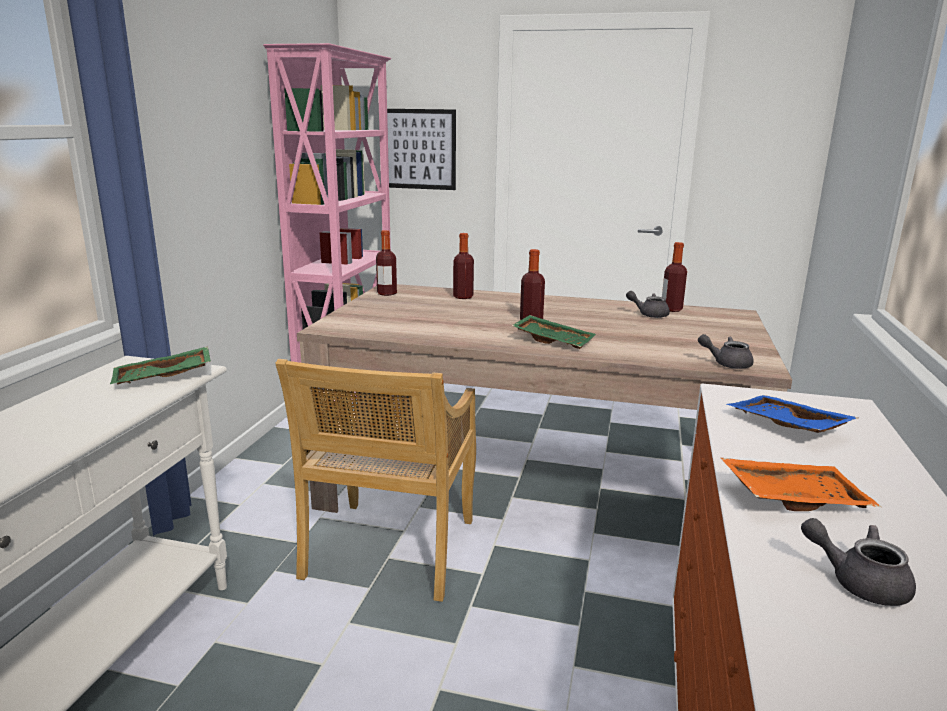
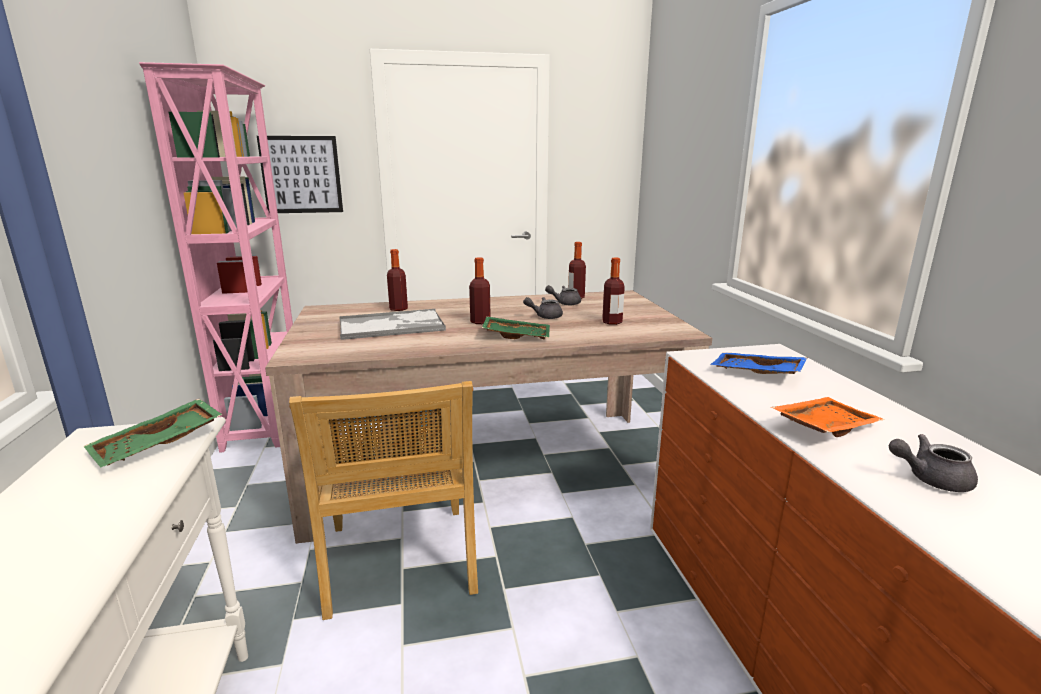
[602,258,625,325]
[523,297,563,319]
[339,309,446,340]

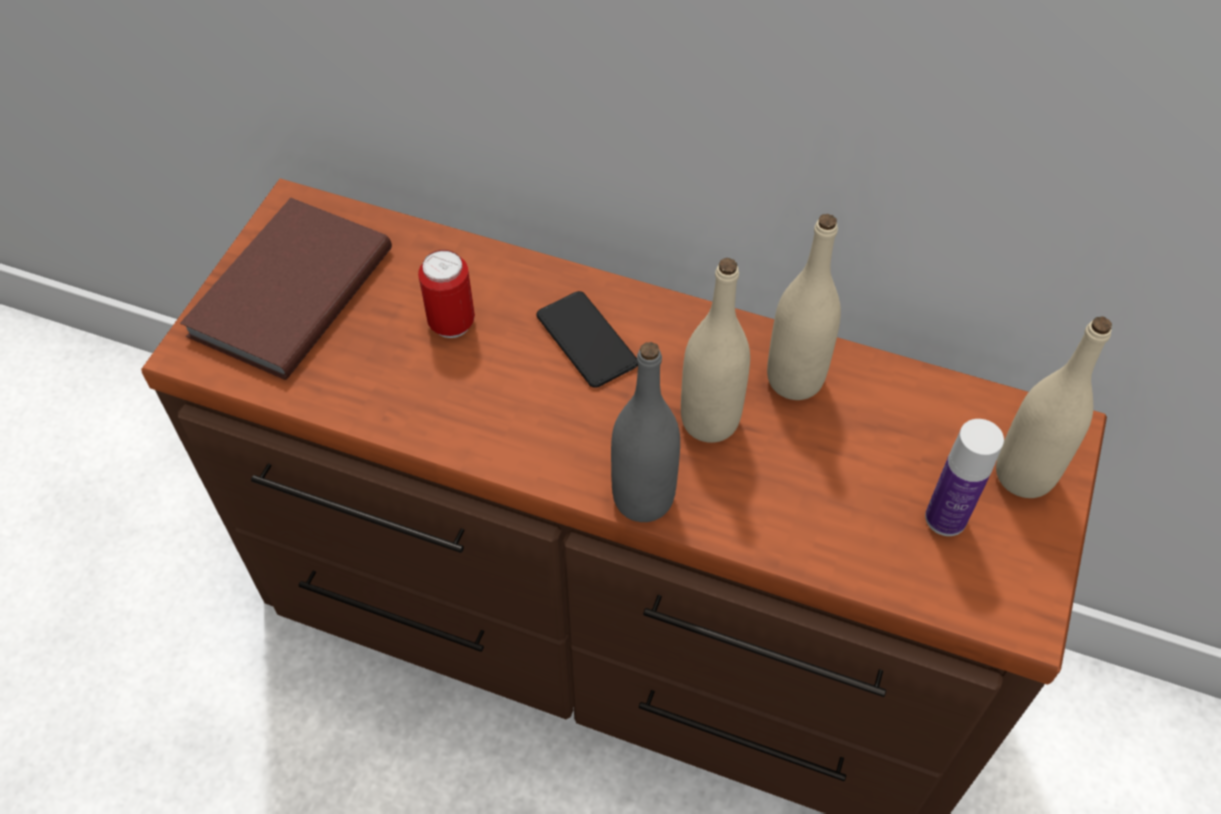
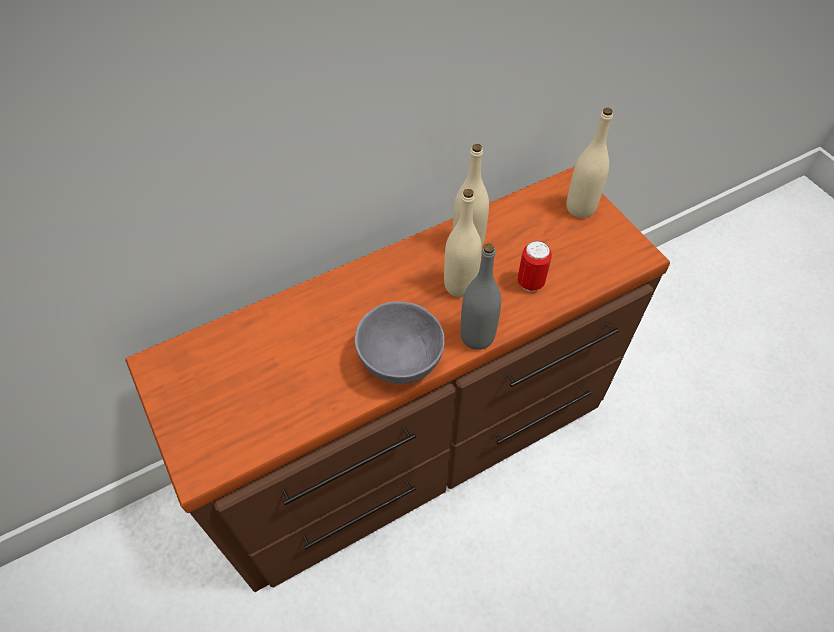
[180,198,392,380] (first image)
[518,241,552,292]
[536,291,638,388] (first image)
[925,419,1004,536] (first image)
[355,301,445,384]

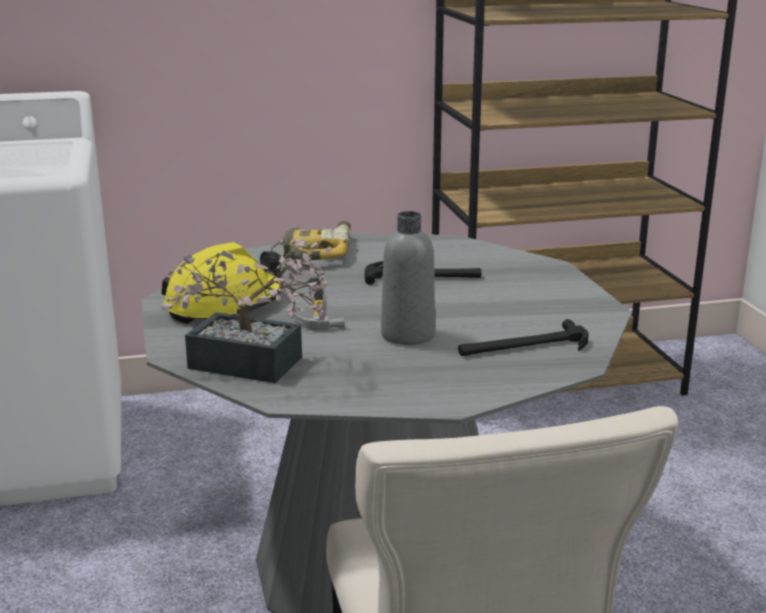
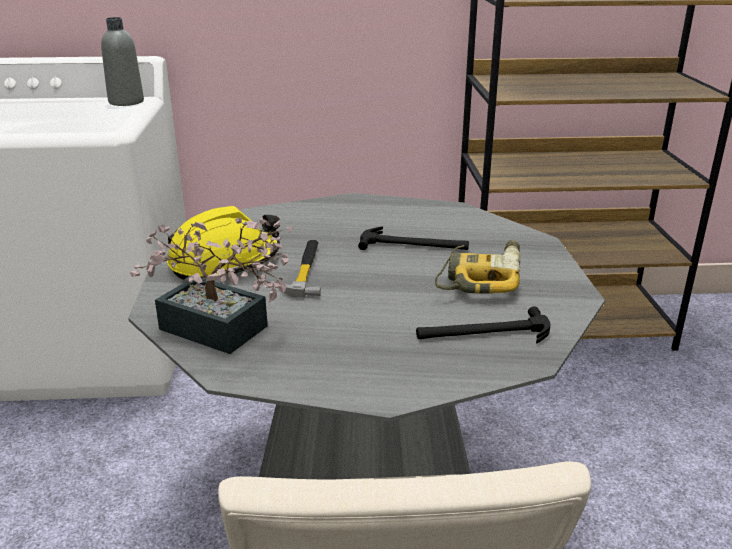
[101,17,144,106]
[435,240,520,294]

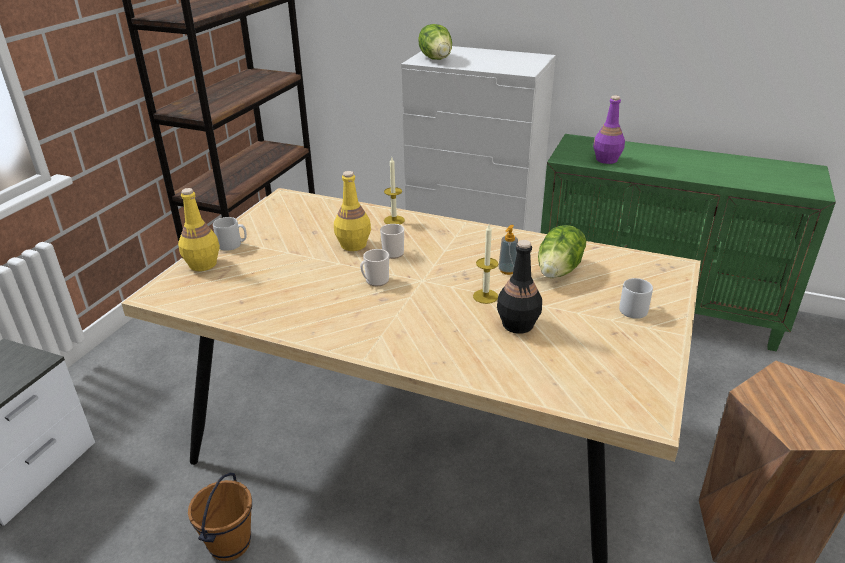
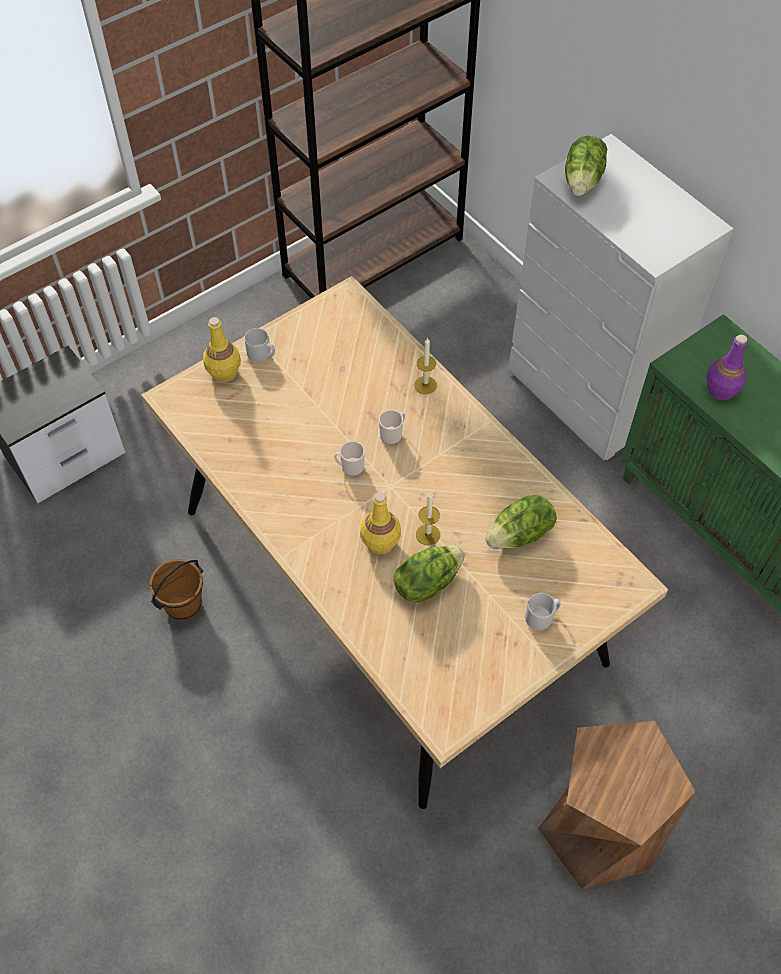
[360,492,401,554]
[498,225,518,275] (first image)
[393,545,465,602]

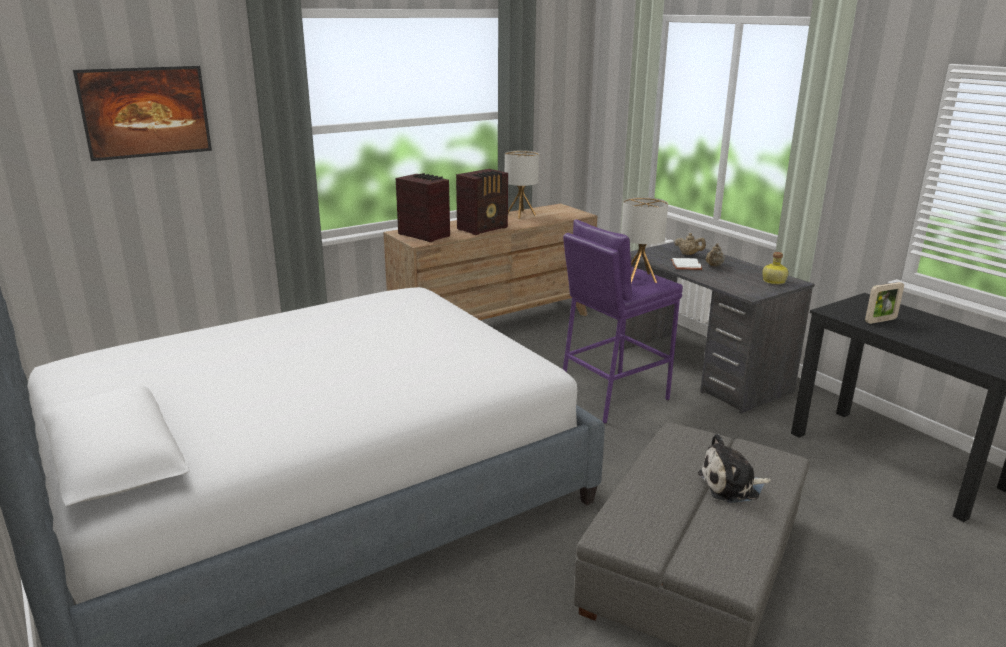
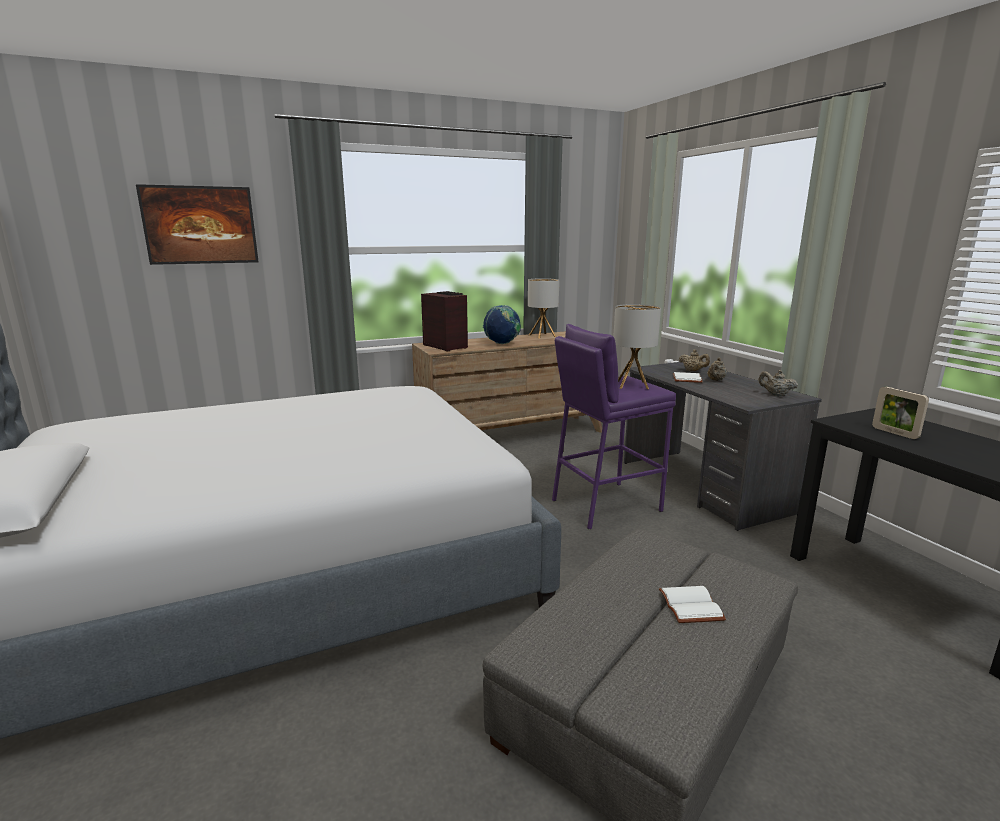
[483,305,521,344]
[758,370,798,396]
[872,387,929,439]
[659,586,726,623]

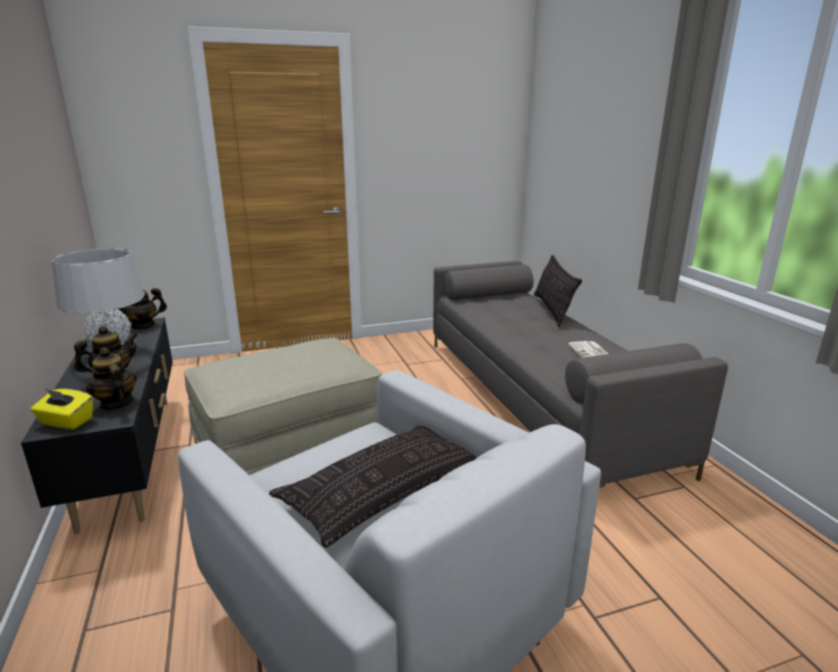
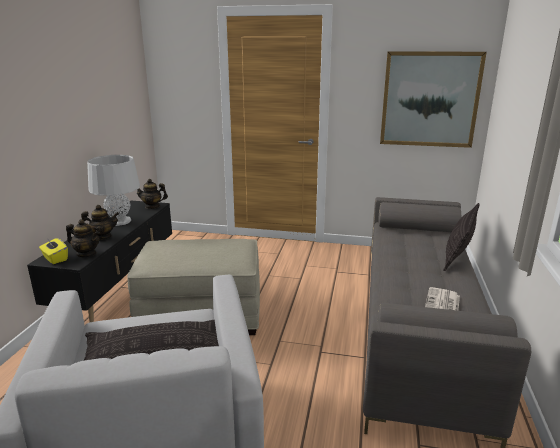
[66,219,100,257]
[380,51,487,148]

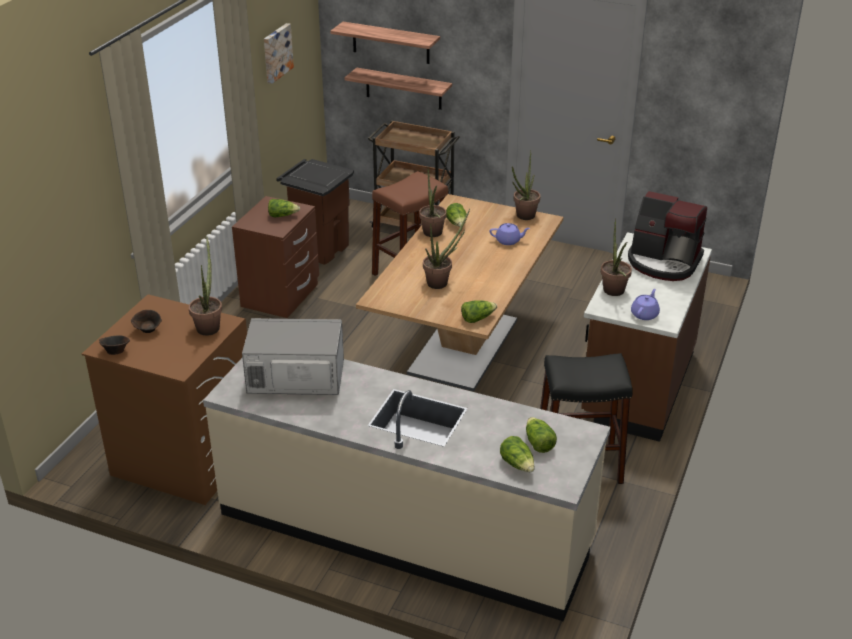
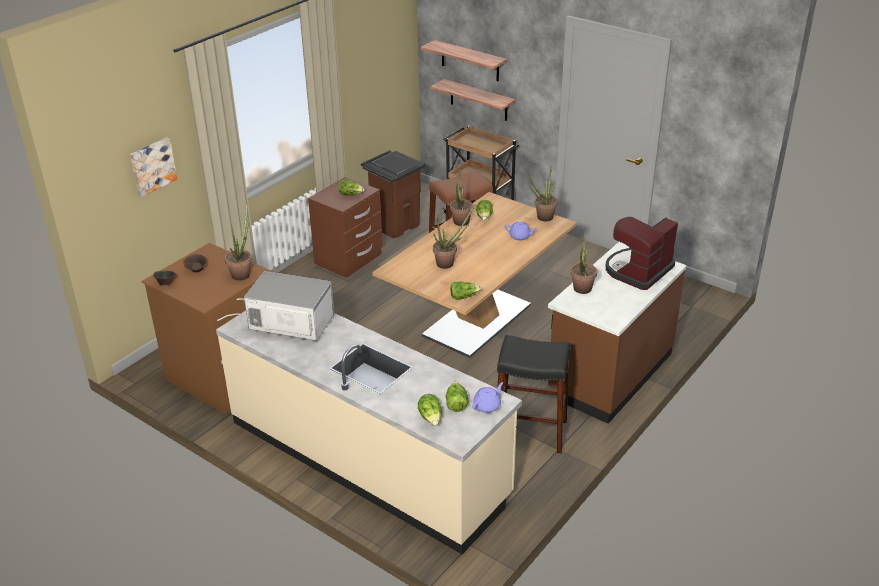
[130,137,177,197]
[606,217,678,290]
[473,382,503,413]

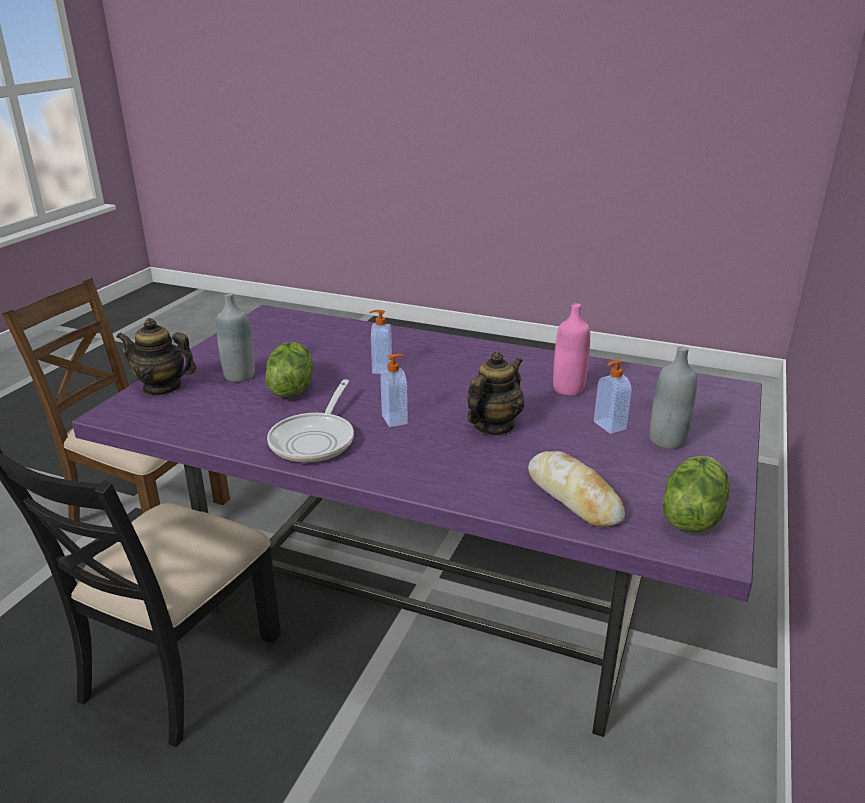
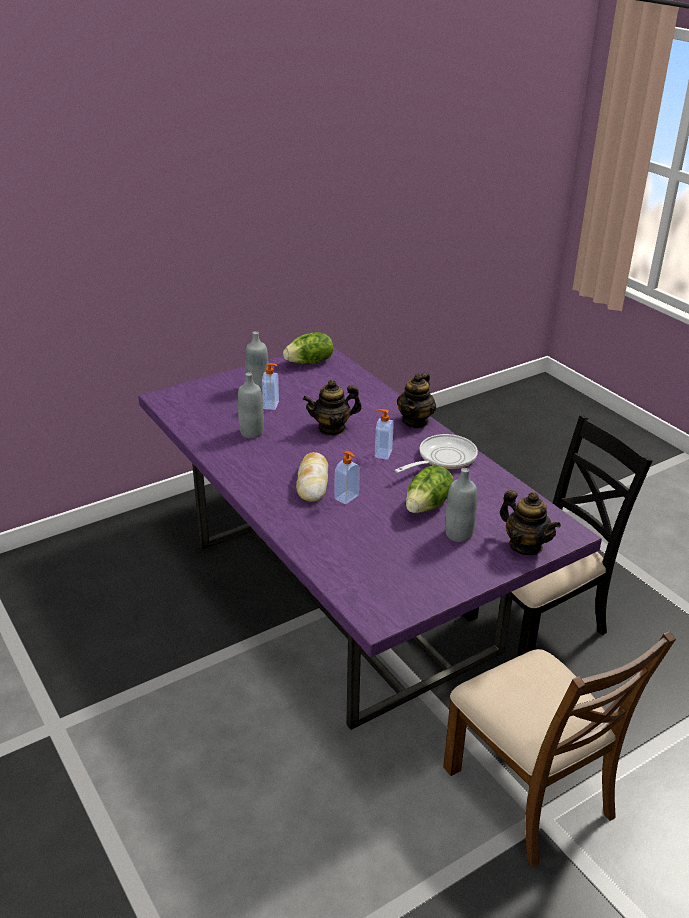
[238,372,264,439]
[296,452,328,502]
[397,373,436,428]

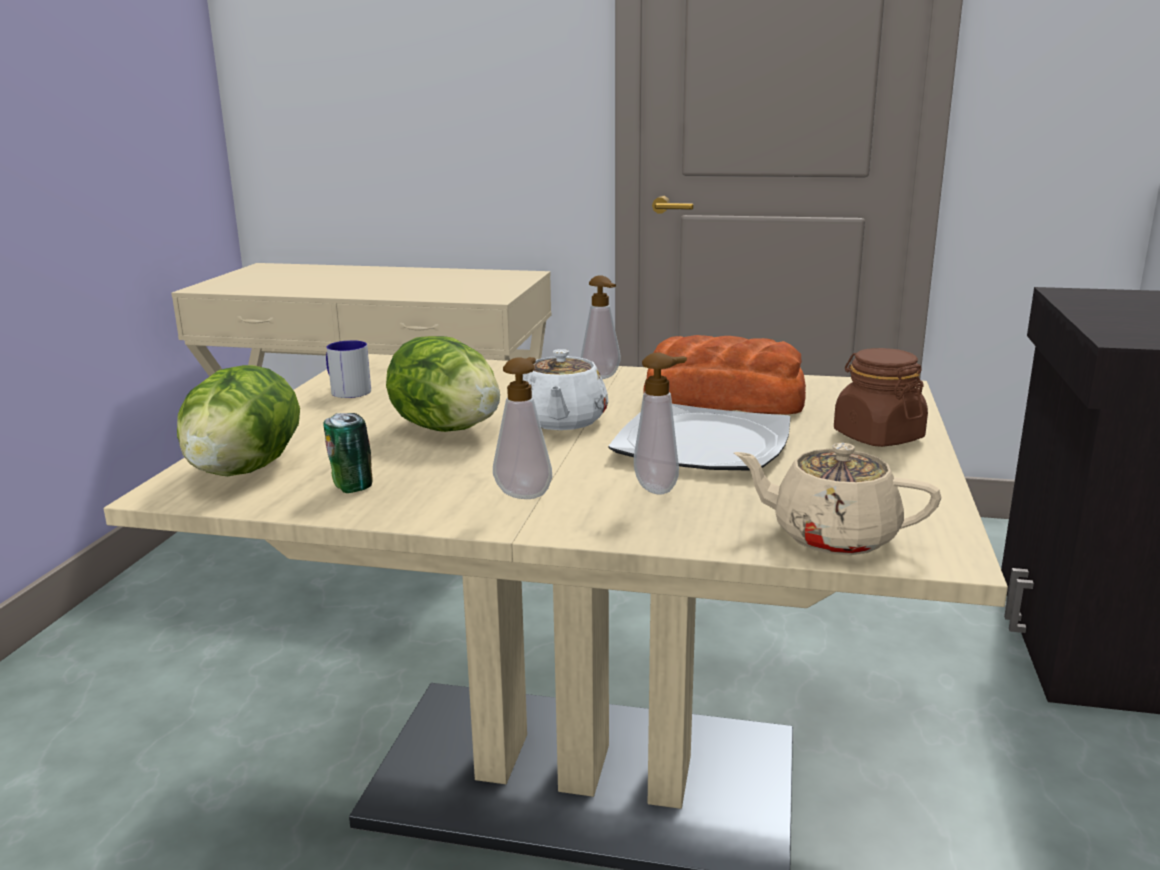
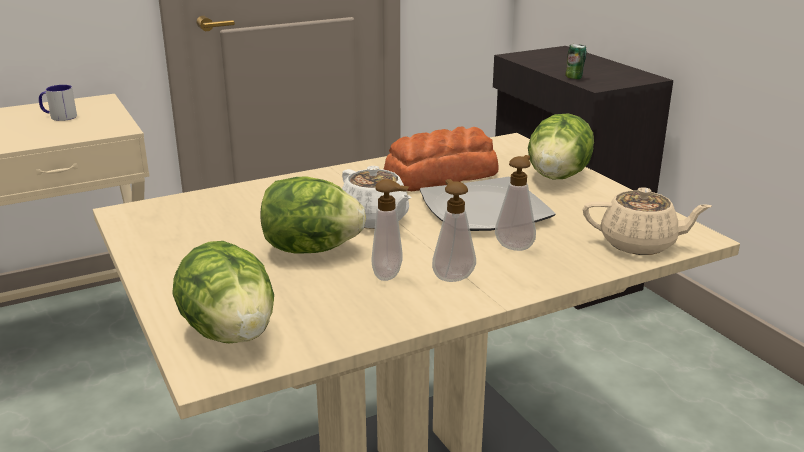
[372,179,409,281]
[39,85,77,121]
[528,114,594,179]
[565,44,587,79]
[583,187,712,255]

